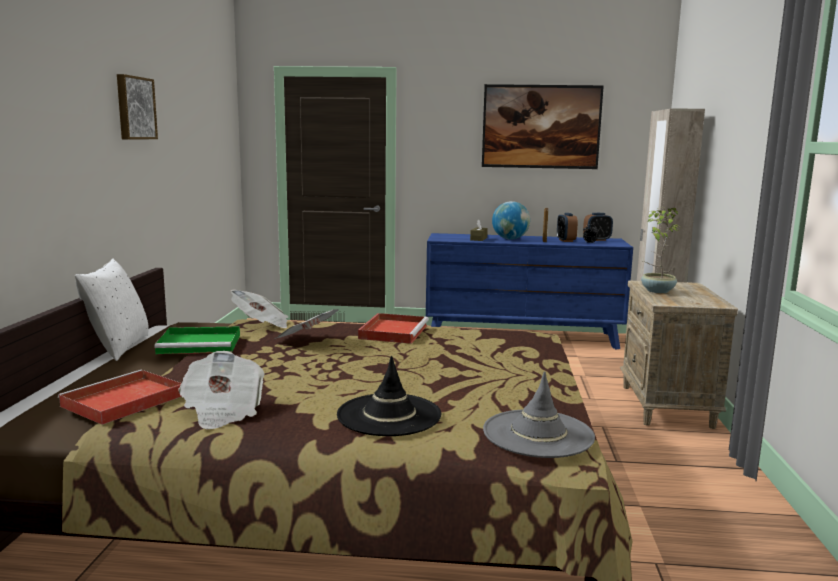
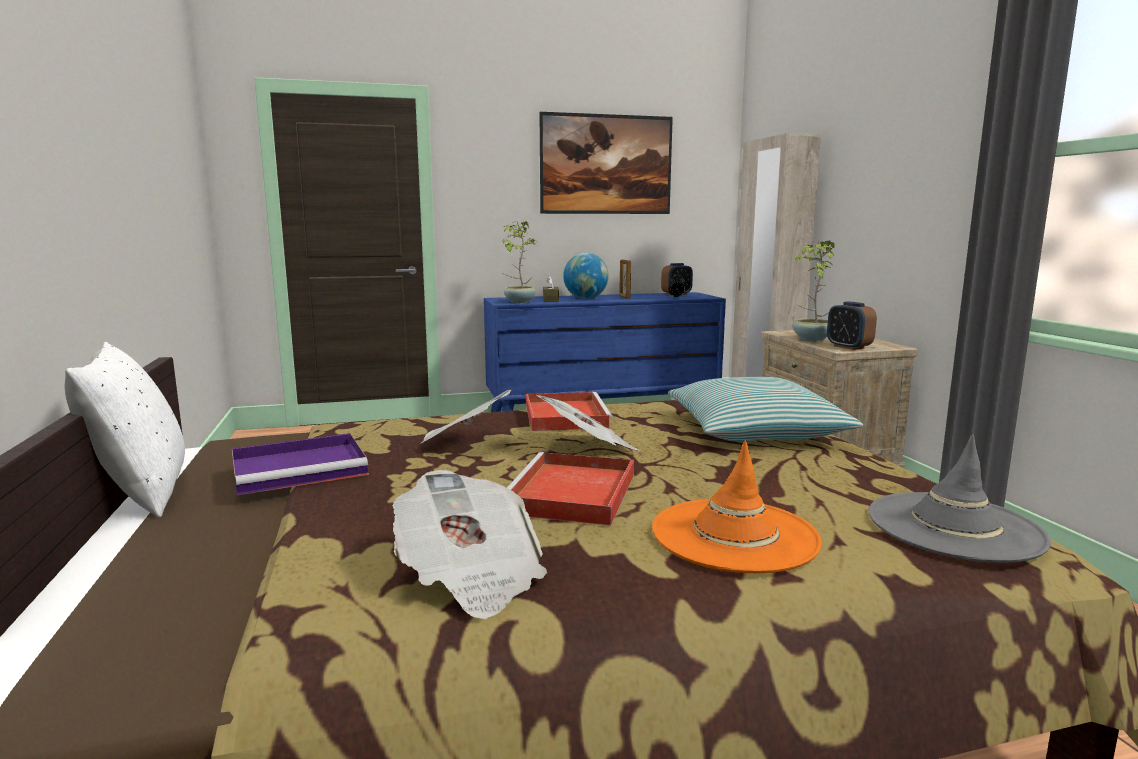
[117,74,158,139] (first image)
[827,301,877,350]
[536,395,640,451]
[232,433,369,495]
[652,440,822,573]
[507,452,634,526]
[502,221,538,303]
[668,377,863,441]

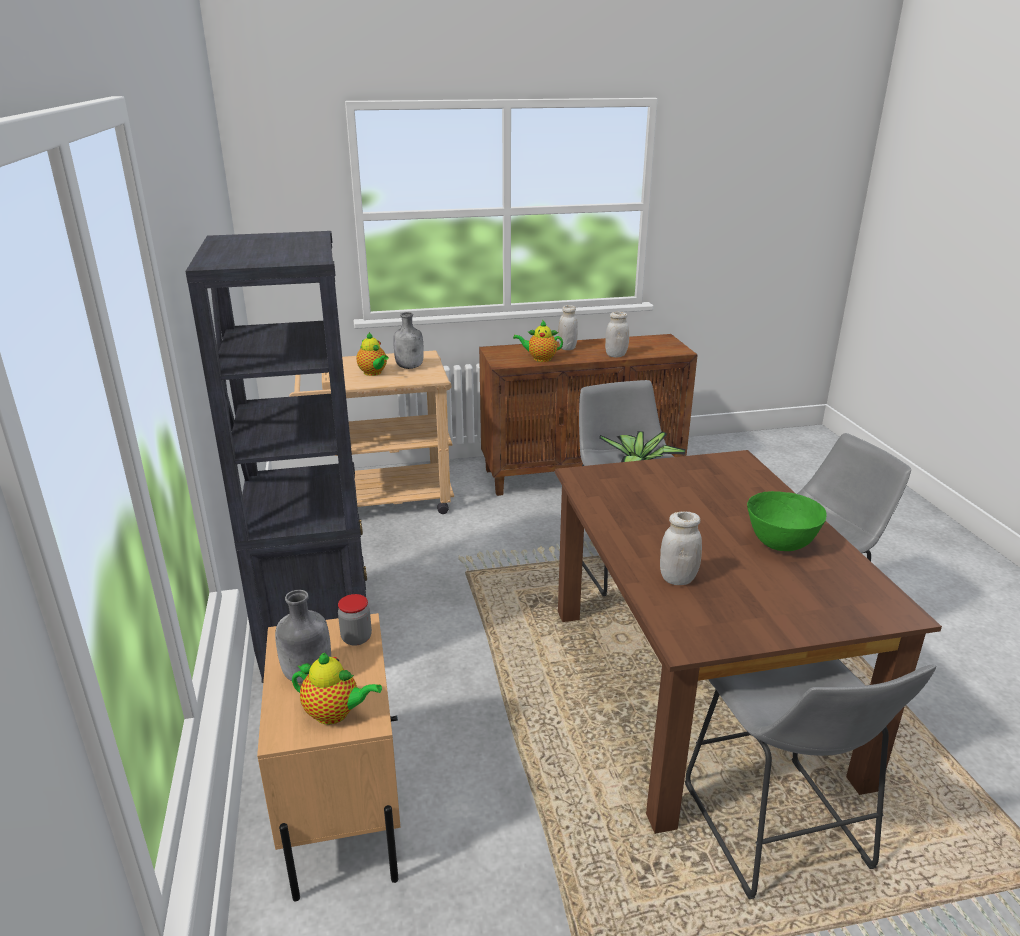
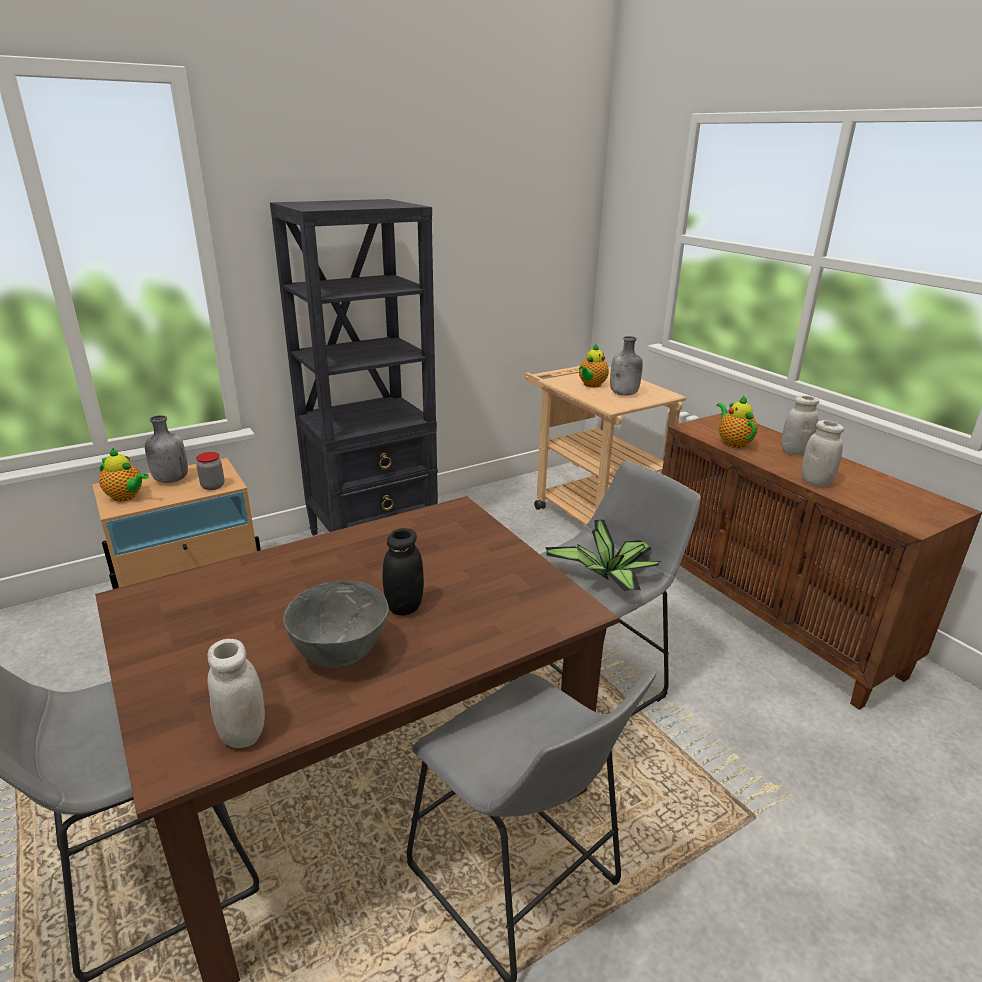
[283,580,389,668]
[207,639,265,748]
[99,448,149,501]
[383,528,424,616]

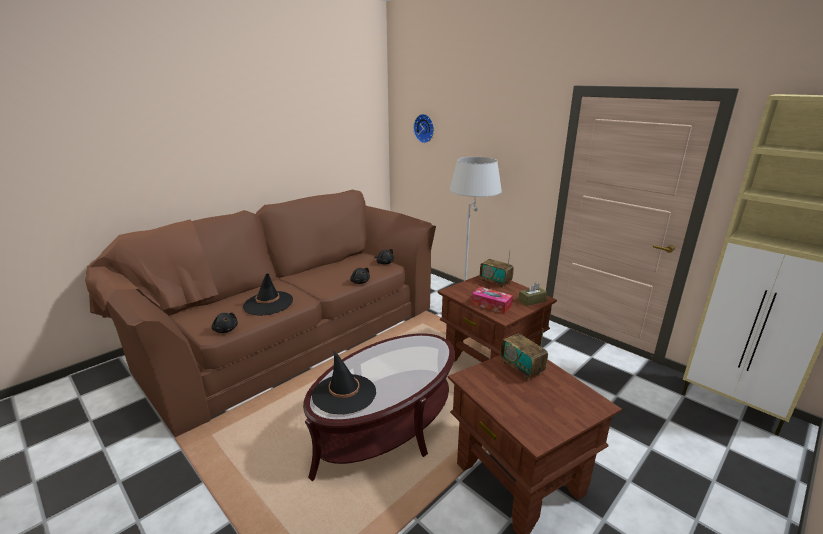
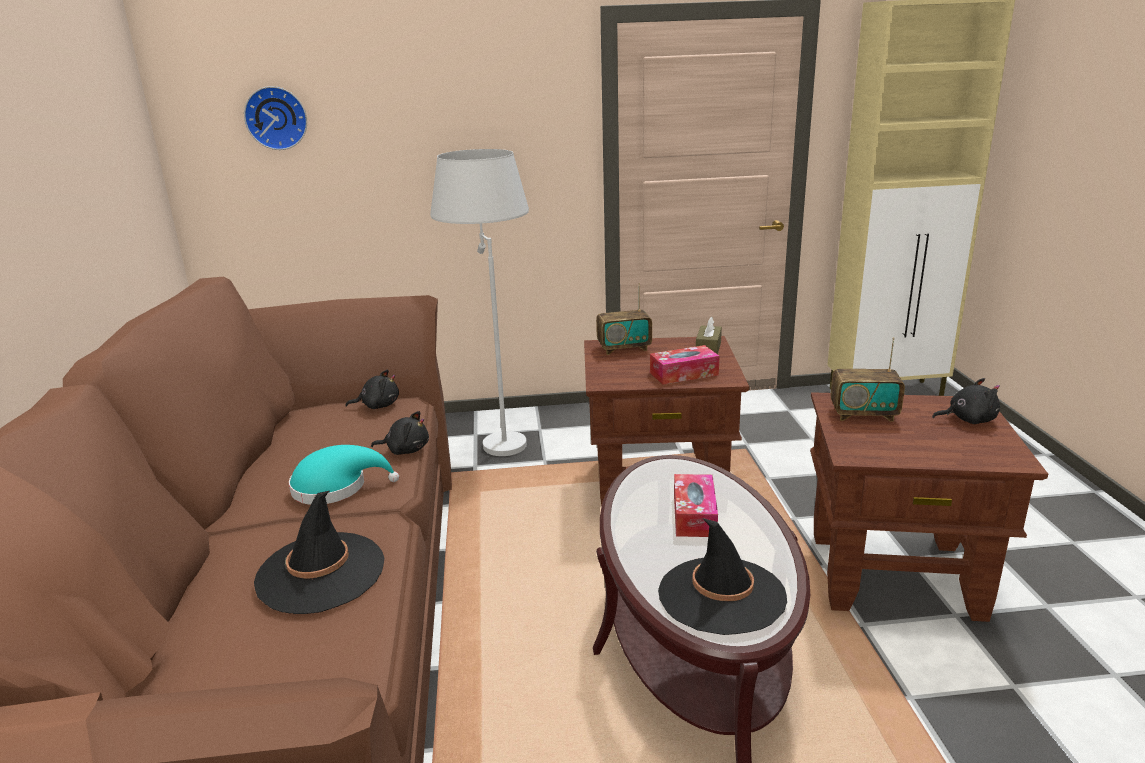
[932,378,1000,424]
[289,445,399,505]
[674,474,718,537]

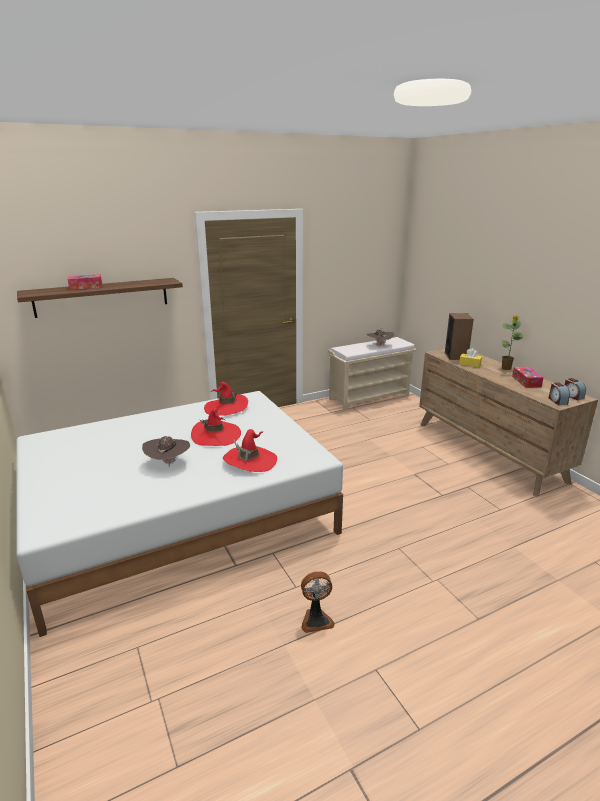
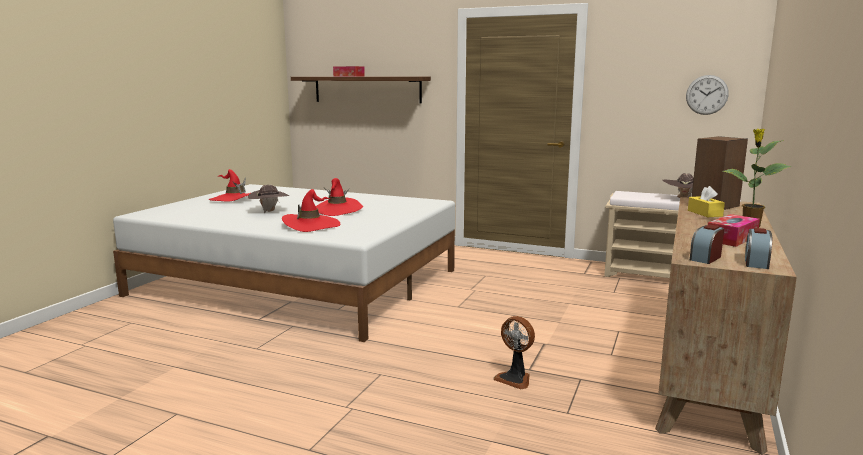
[209,169,250,202]
[494,316,535,389]
[686,75,729,115]

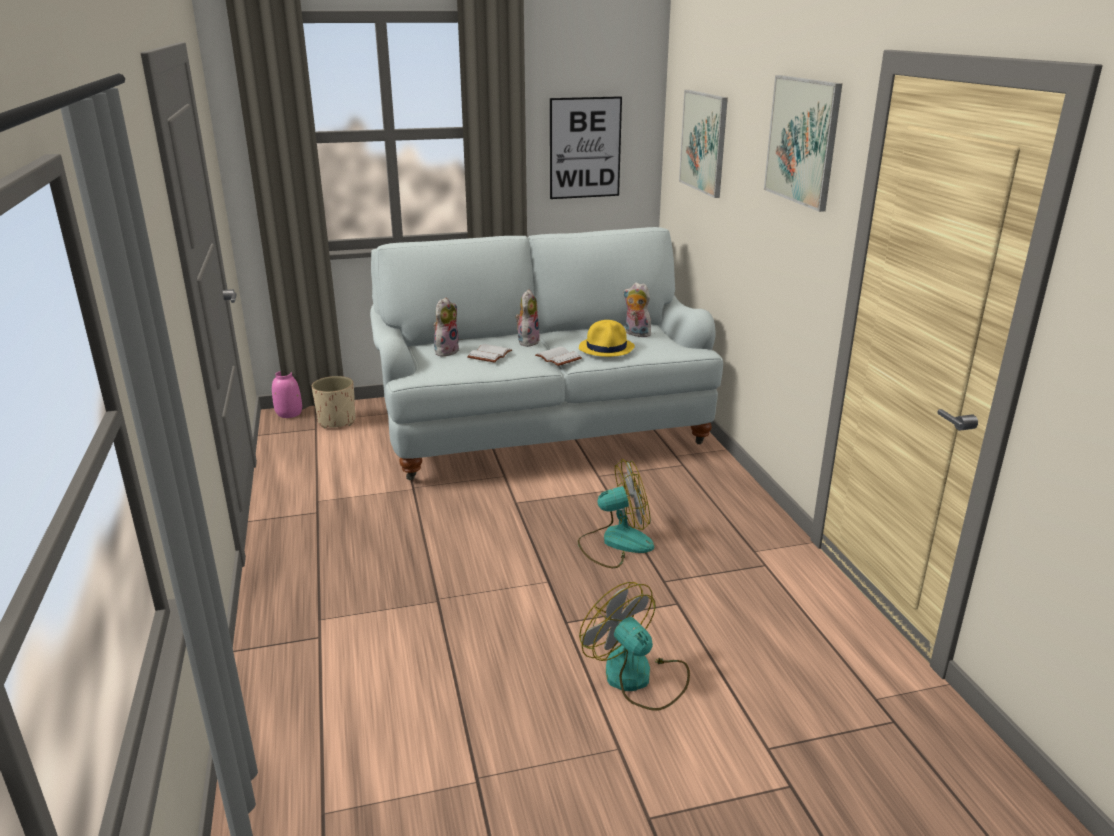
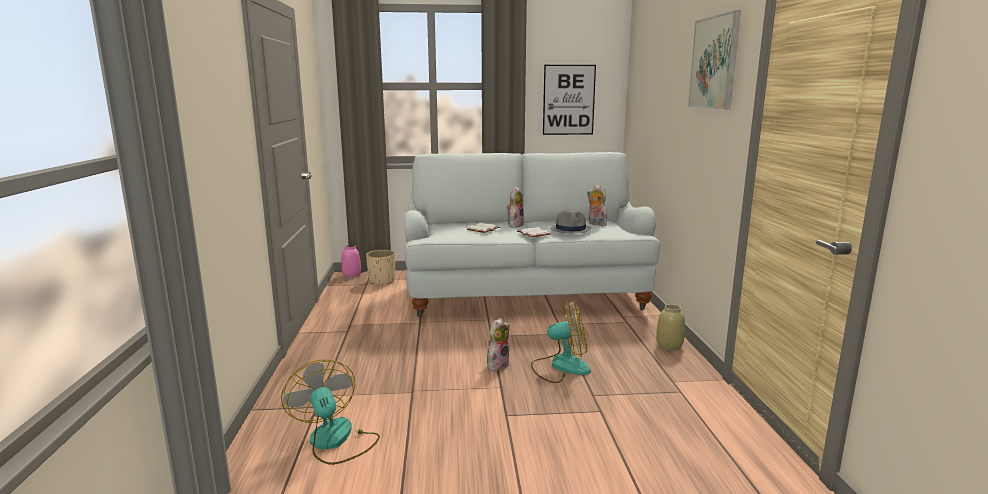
[679,90,728,198] (first image)
[487,318,509,371]
[550,209,592,233]
[281,360,380,465]
[656,304,685,350]

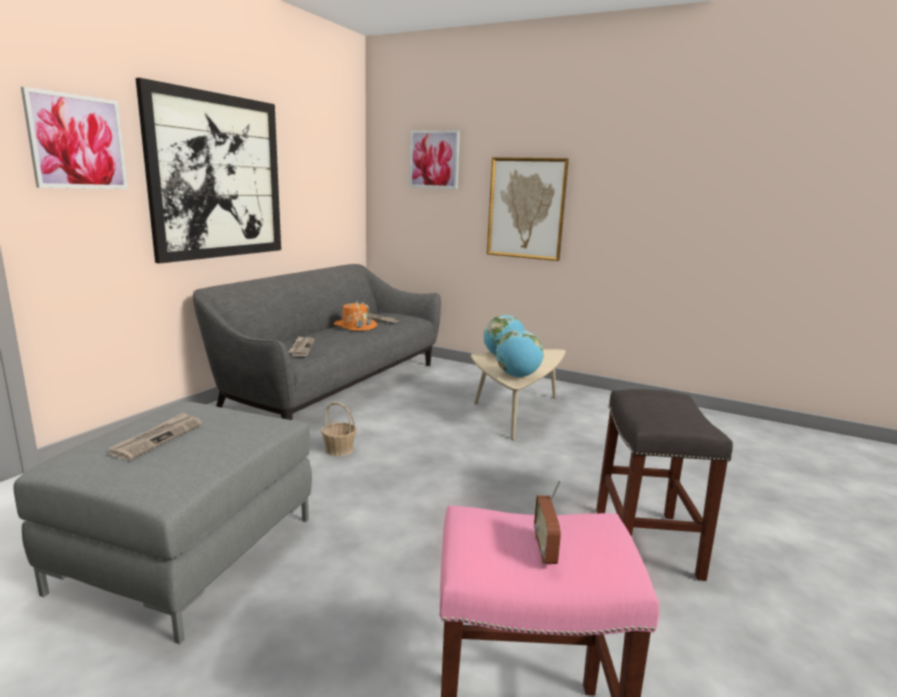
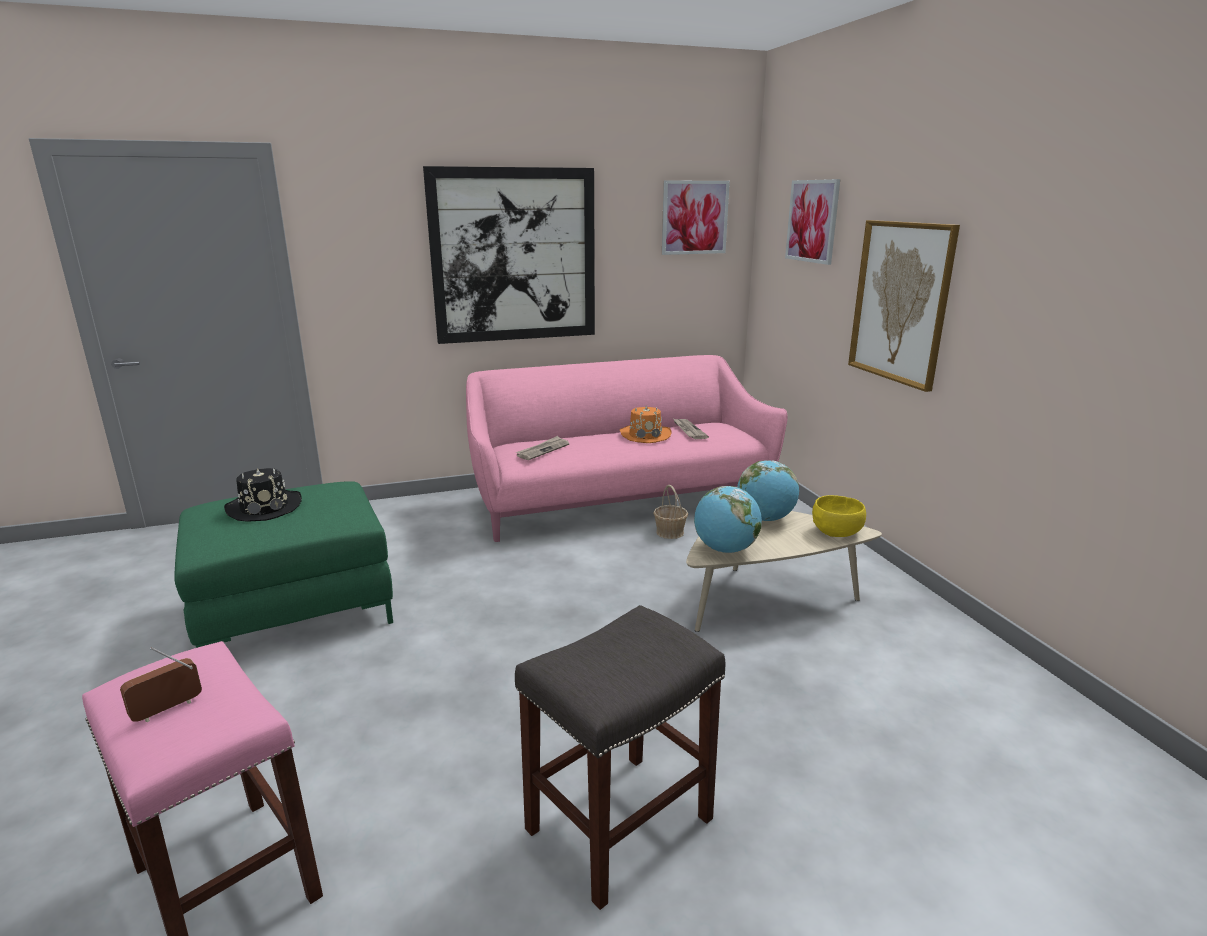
[662,180,730,255]
[466,355,788,542]
[174,481,393,648]
[653,485,688,539]
[224,468,302,521]
[812,495,866,537]

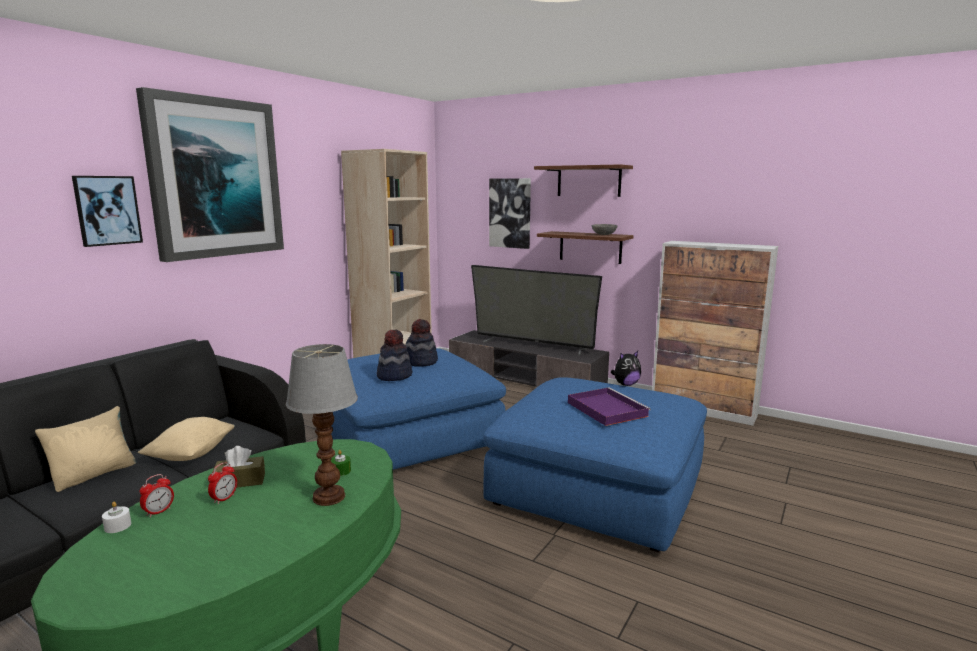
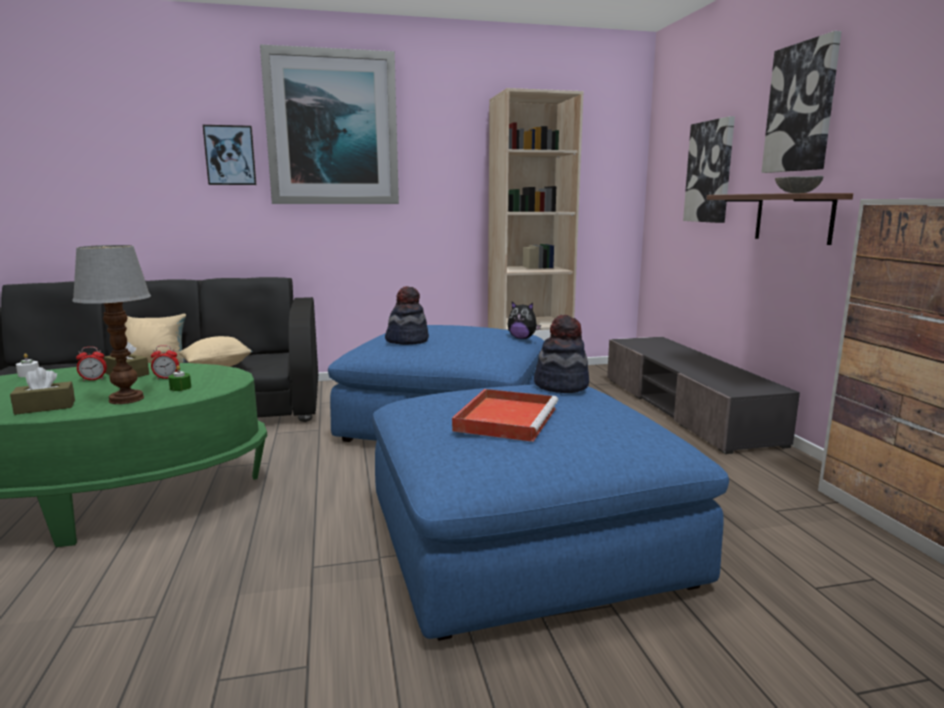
[761,31,842,173]
[471,265,602,356] (first image)
[534,315,589,393]
[507,302,541,339]
[452,389,558,442]
[151,345,179,379]
[10,367,75,415]

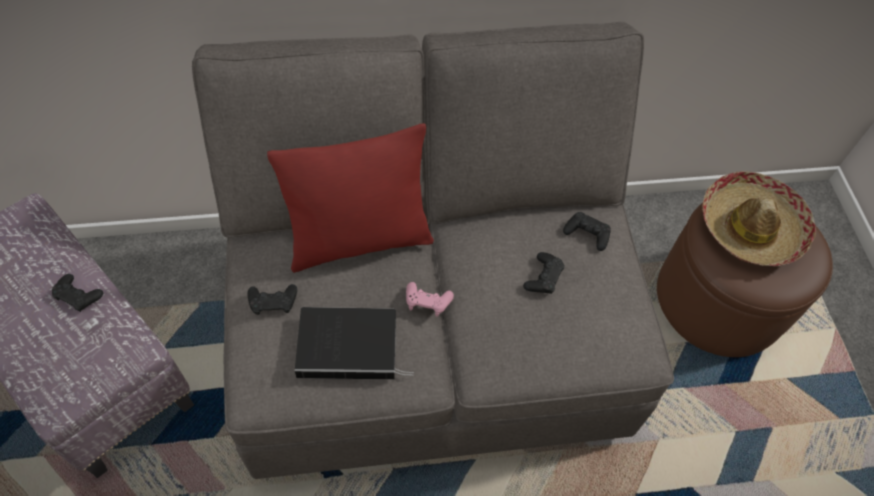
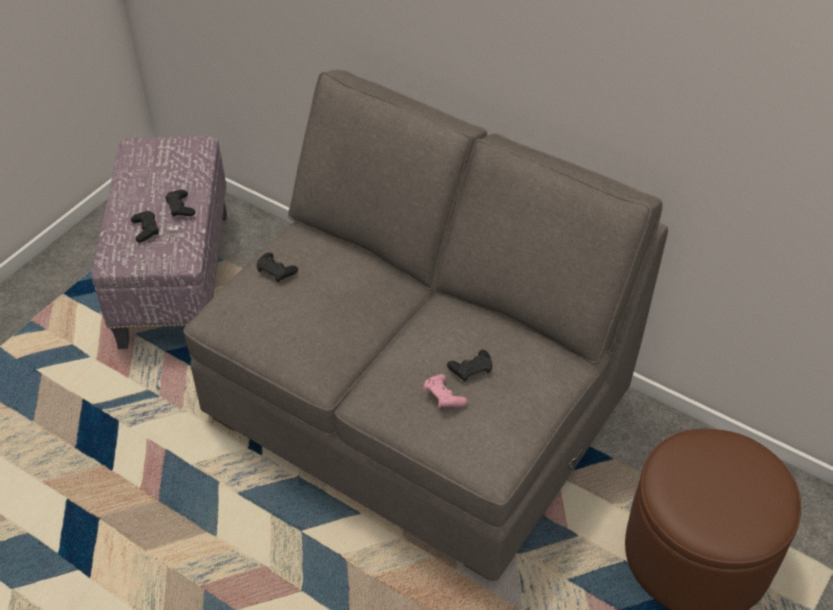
[267,123,434,273] (first image)
[702,171,816,266] (first image)
[131,211,159,243]
[423,374,468,408]
[295,307,414,379] (first image)

